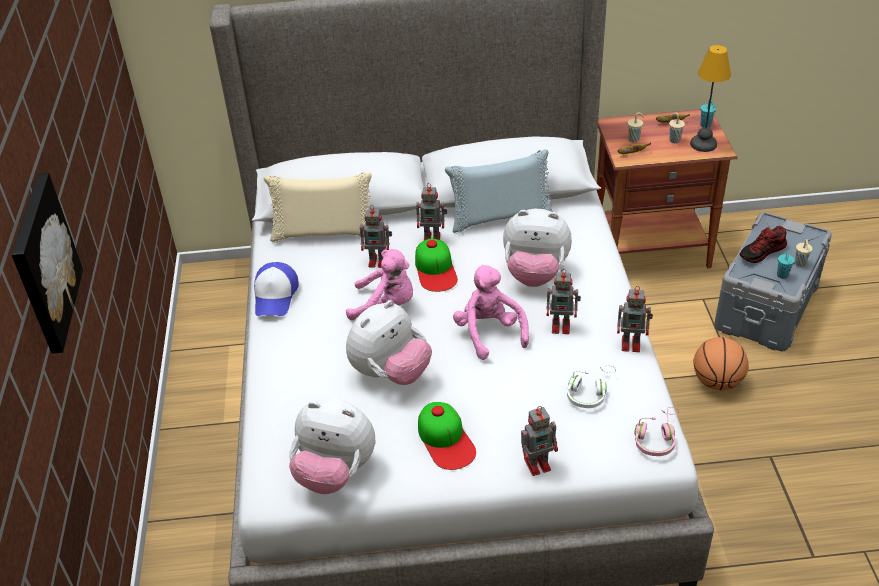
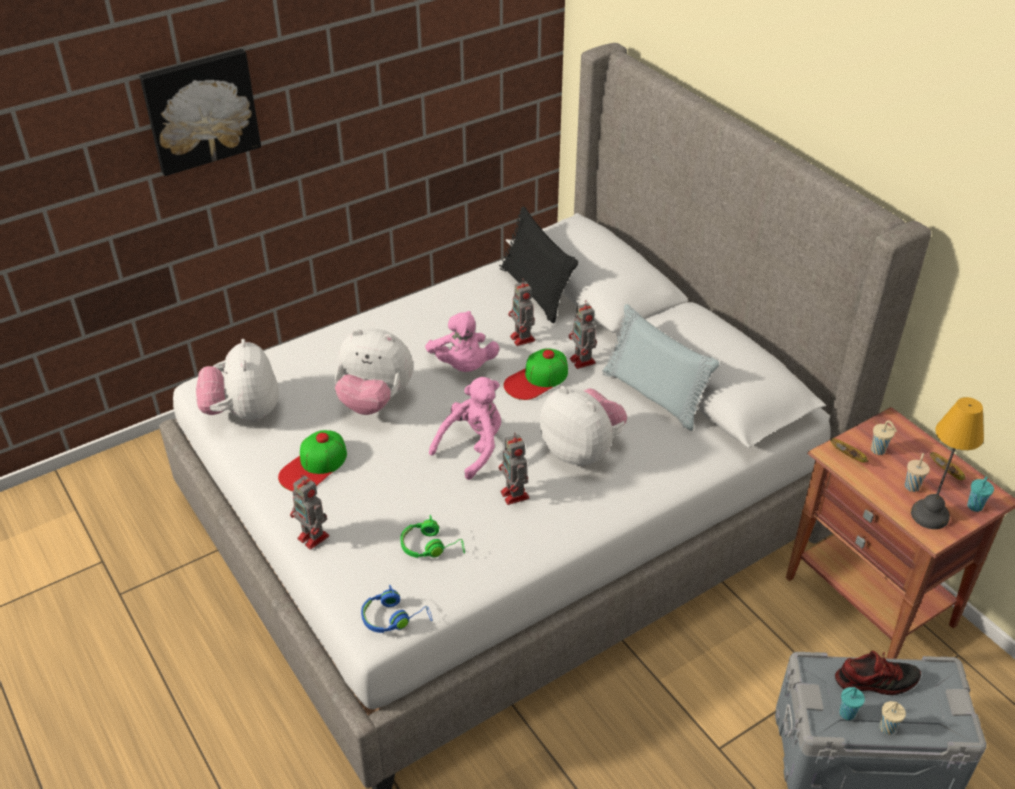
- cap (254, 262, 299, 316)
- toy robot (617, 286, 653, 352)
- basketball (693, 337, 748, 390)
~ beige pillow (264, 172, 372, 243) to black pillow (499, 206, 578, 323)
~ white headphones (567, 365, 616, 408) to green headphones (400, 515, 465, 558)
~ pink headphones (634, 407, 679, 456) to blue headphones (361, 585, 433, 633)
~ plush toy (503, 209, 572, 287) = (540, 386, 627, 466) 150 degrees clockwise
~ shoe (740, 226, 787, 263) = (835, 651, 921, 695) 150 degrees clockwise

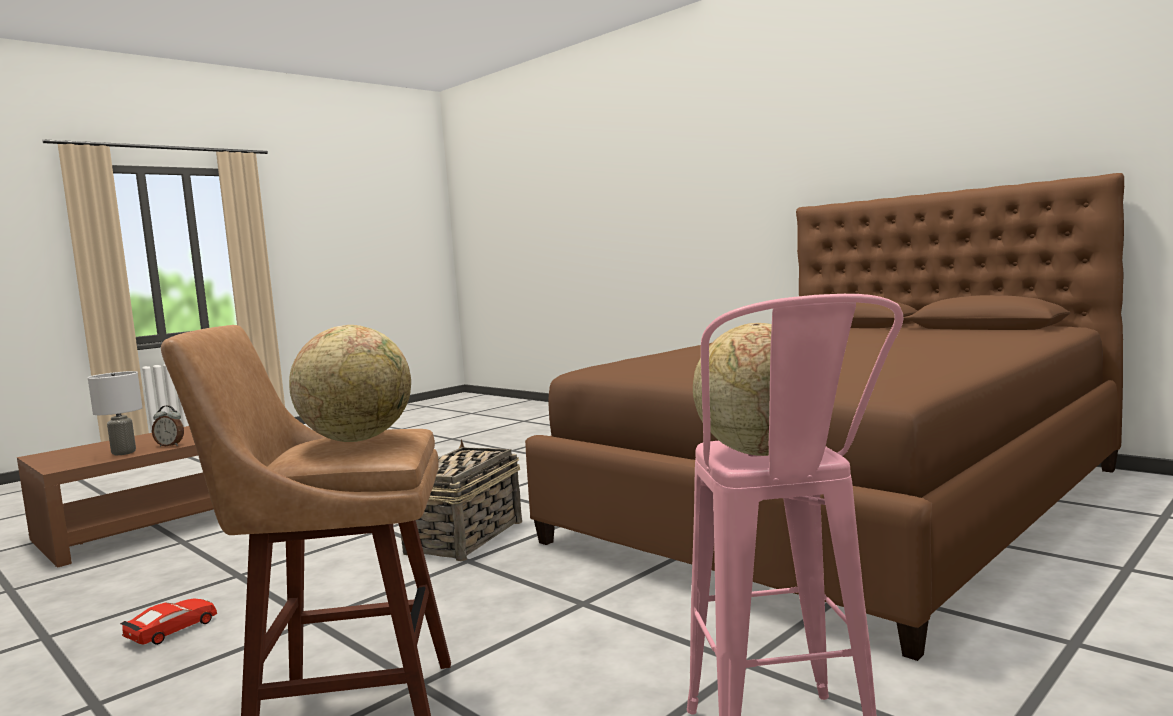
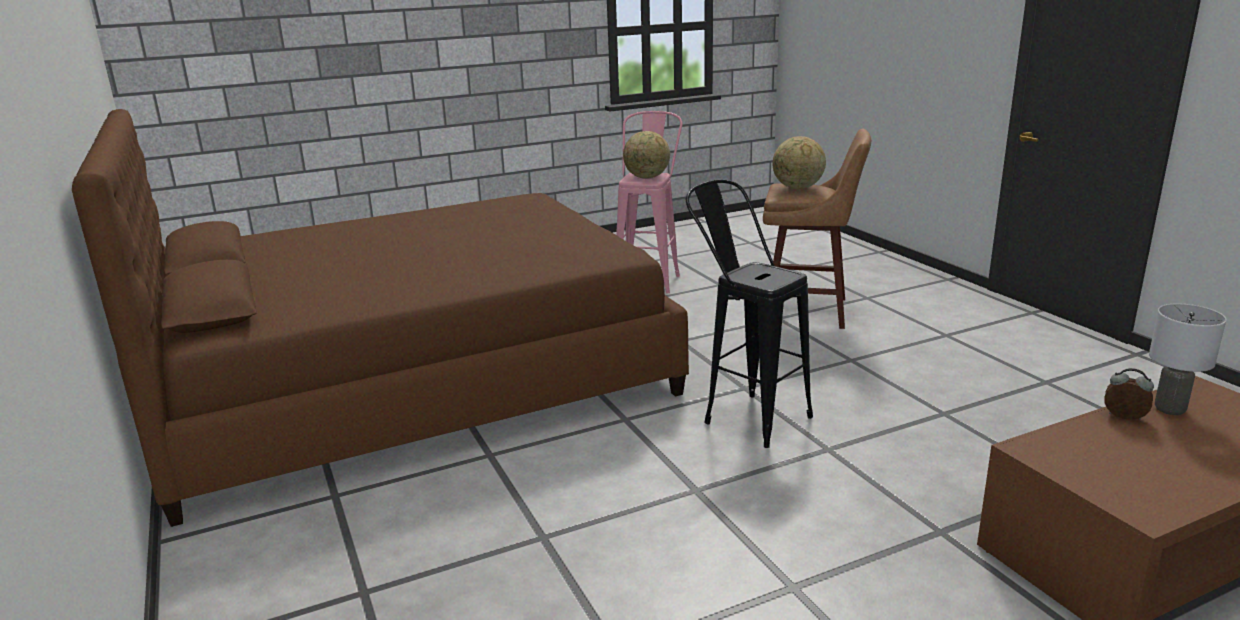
- red toy car (120, 598, 217, 645)
~ basket (401, 439, 522, 561) to black stool (686, 179, 813, 448)

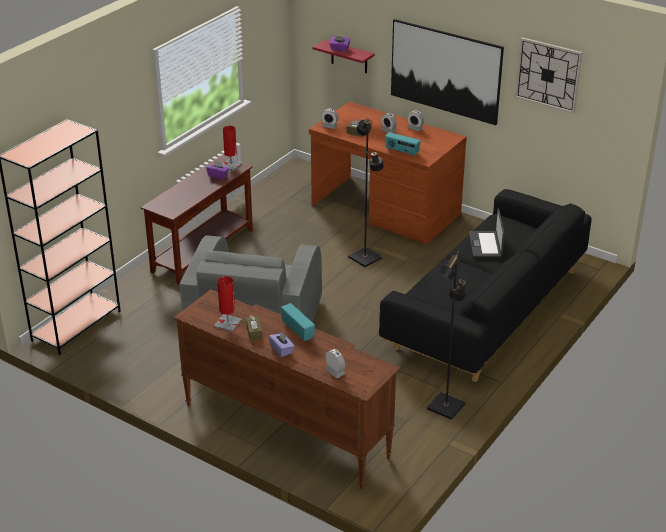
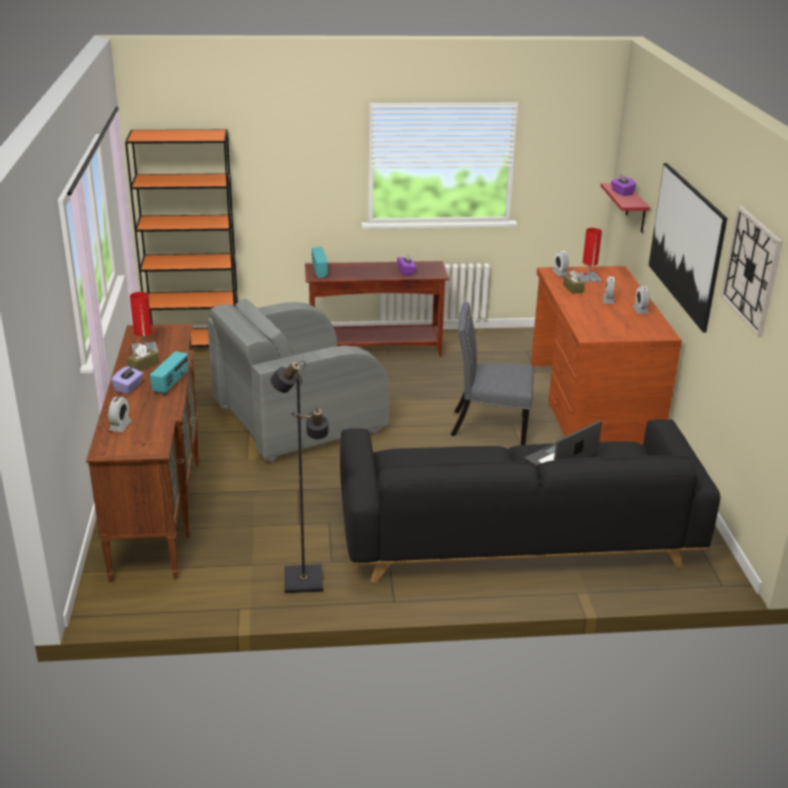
~ red table lamp (221, 126, 242, 171) to (577, 228, 602, 282)
~ radio (385, 132, 421, 156) to (312, 247, 328, 278)
~ black floor lamp (348, 119, 384, 267) to grey chair (451, 302, 533, 445)

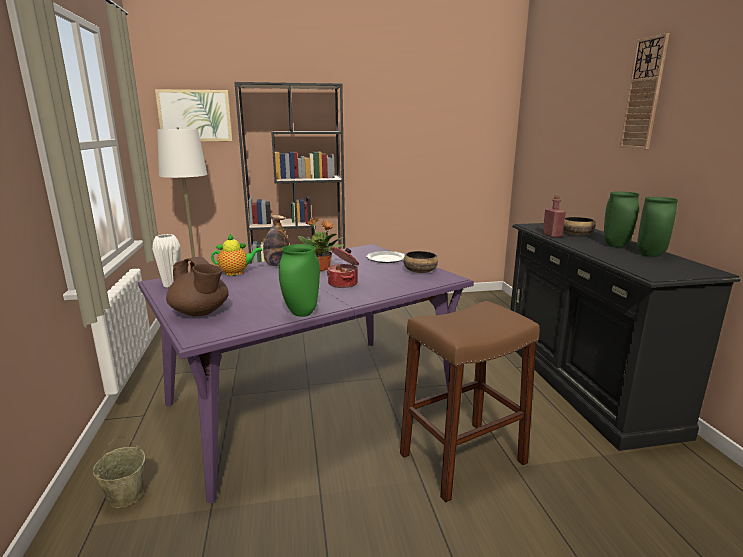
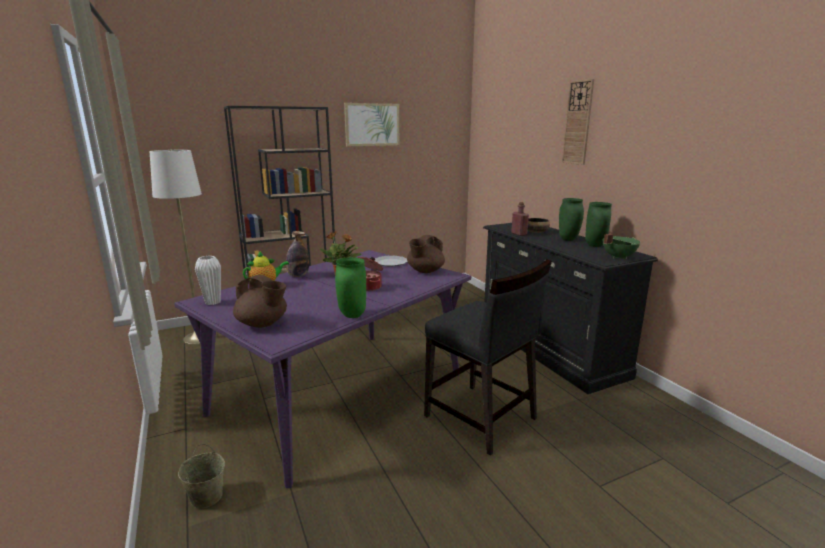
+ green cooking pot (603, 234, 640, 259)
~ picture (155, 89, 233, 141) to (344, 103, 399, 146)
~ brown stool (400, 301, 540, 502) to black chair (424, 260, 552, 456)
~ bowl (403, 251, 438, 273) to brown teapot (407, 235, 445, 273)

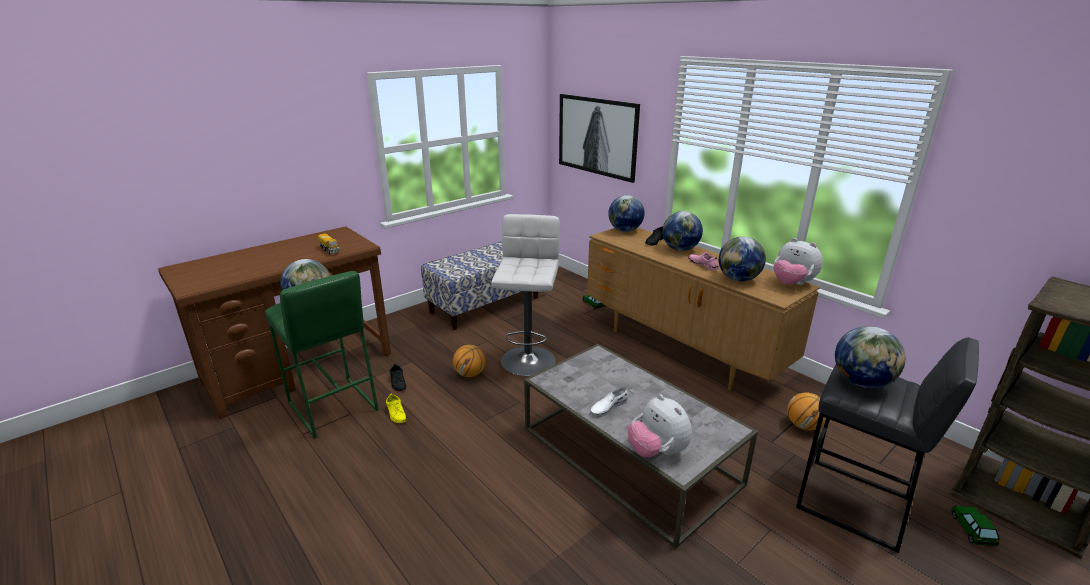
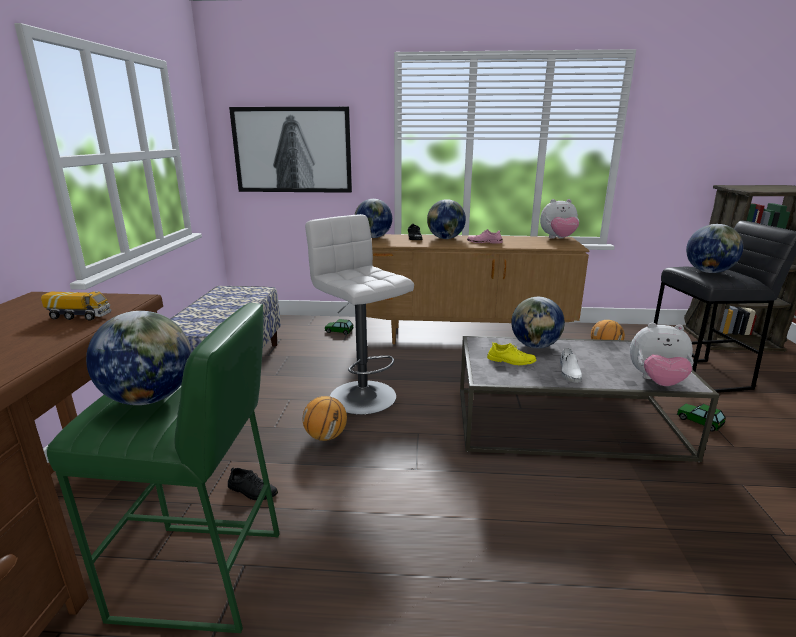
~ yellow shoe (386, 393, 407, 423) to (487, 343, 536, 365)
~ globe (719, 237, 766, 282) to (511, 297, 565, 348)
~ toy car (951, 505, 1000, 546) to (677, 404, 726, 432)

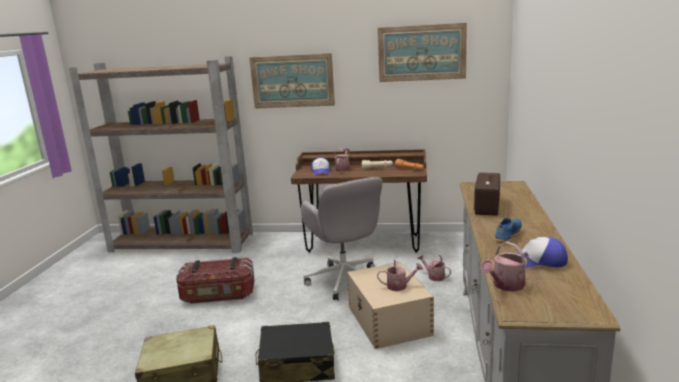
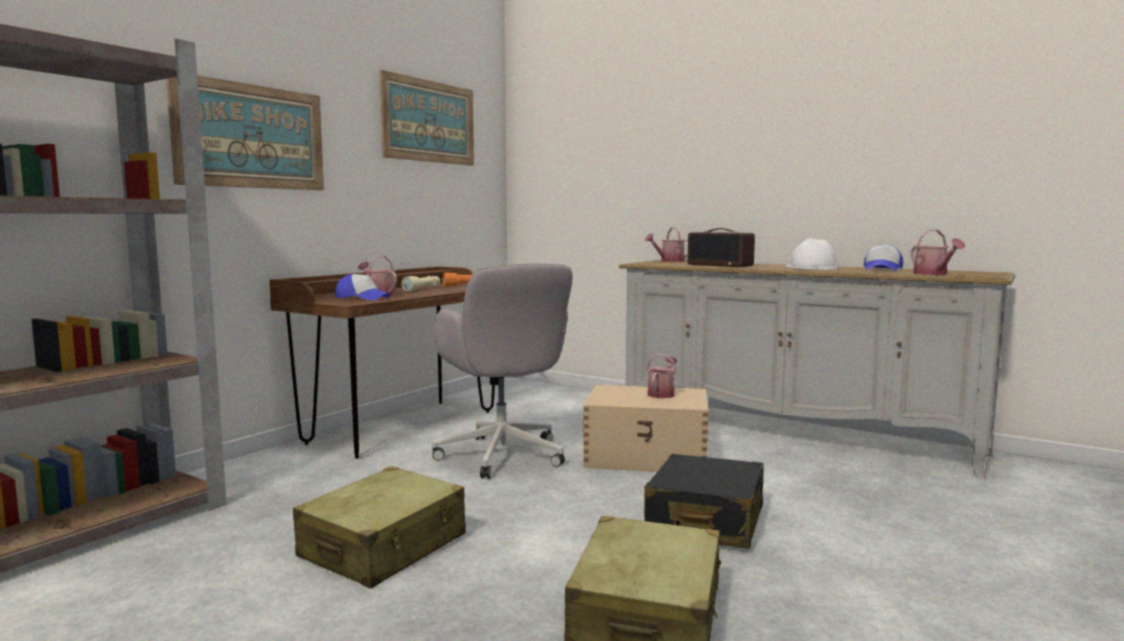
~ watering can (417, 254, 451, 281) to (645, 227, 688, 262)
~ storage box (176, 257, 255, 304) to beige suitcase (293, 466, 466, 588)
~ blue shoe (495, 218, 522, 243) to white hard hat (785, 238, 838, 270)
~ grey office chair (301, 177, 382, 300) = (432, 264, 573, 479) 60 degrees clockwise

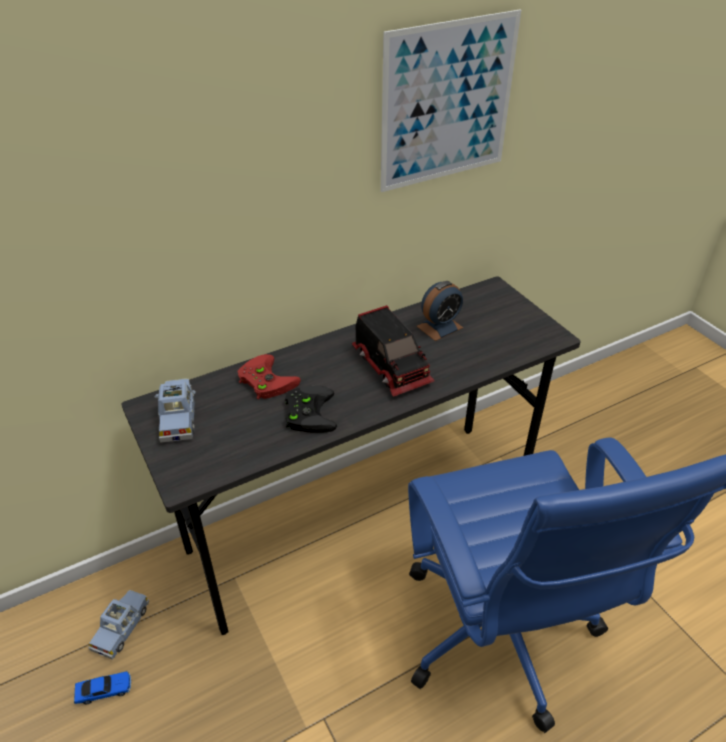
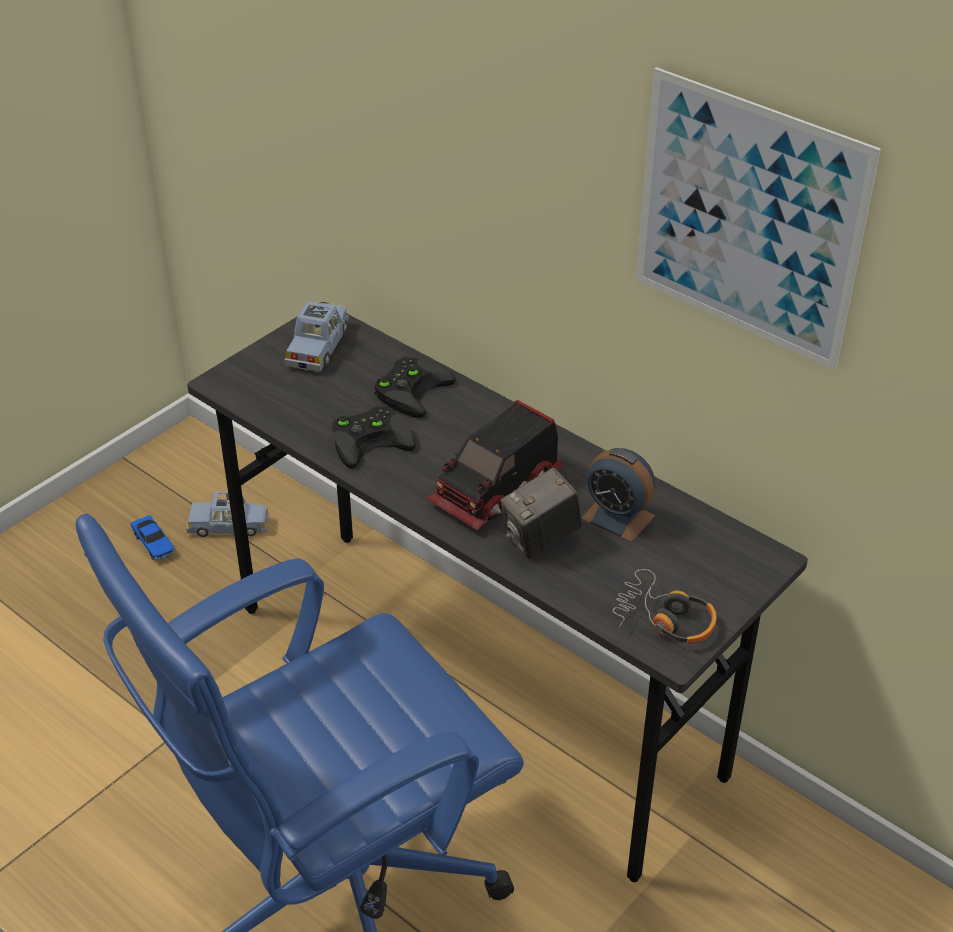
+ photo camera (500, 467, 582, 559)
+ headphones (613, 569, 717, 644)
~ red game controller (238, 354, 301, 400) to black game controller (374, 357, 456, 418)
~ blue toy car (154, 379, 196, 443) = (284, 301, 348, 372) 45 degrees counterclockwise

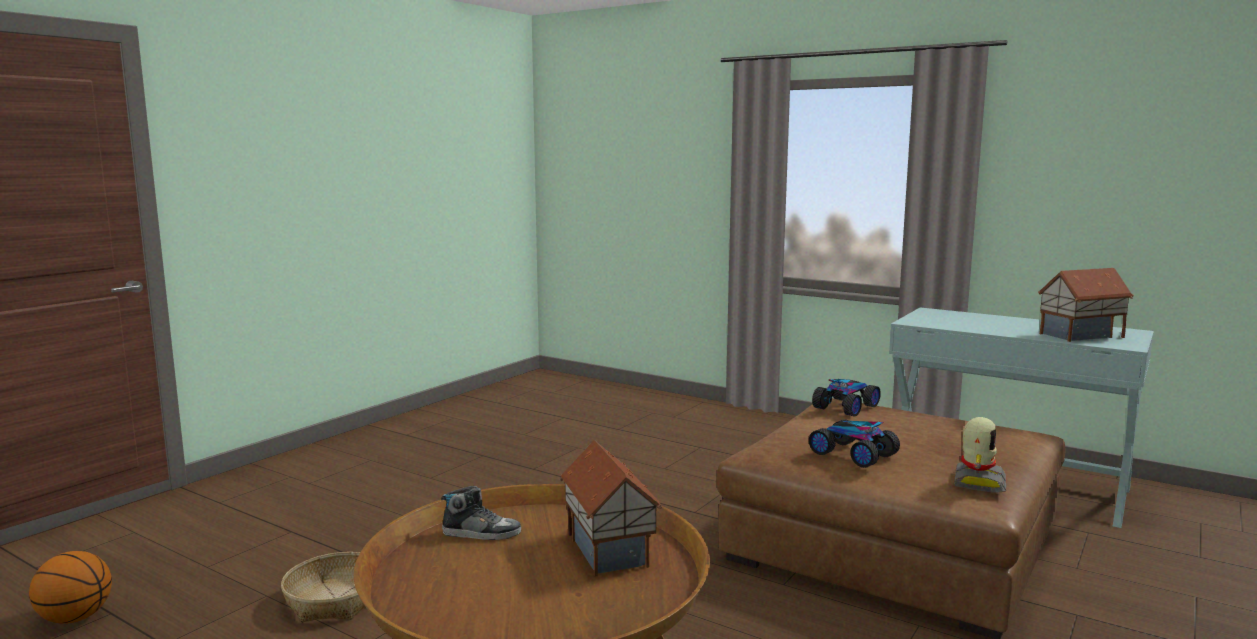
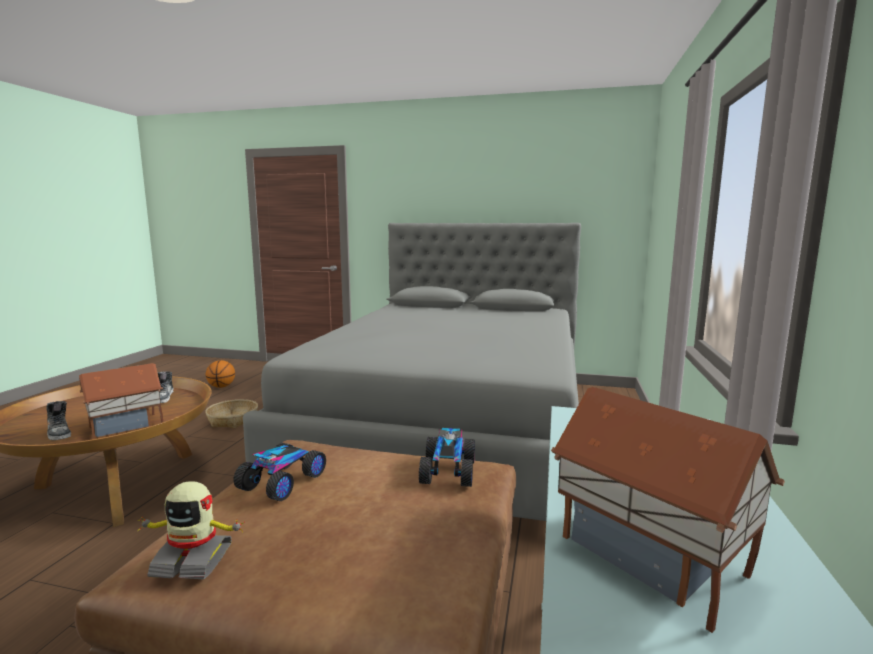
+ shoe (46, 401, 71, 440)
+ grey bed (243, 223, 581, 521)
~ toy car (812, 379, 881, 417) = (419, 428, 475, 487) 75 degrees clockwise

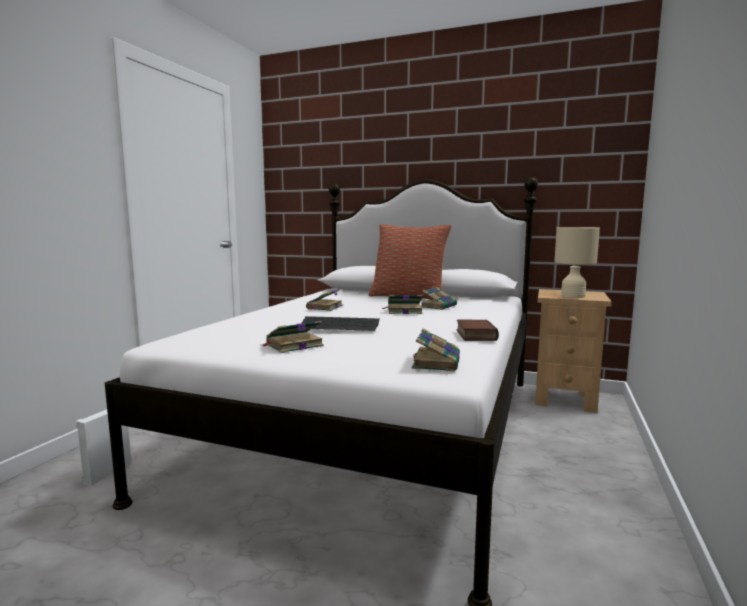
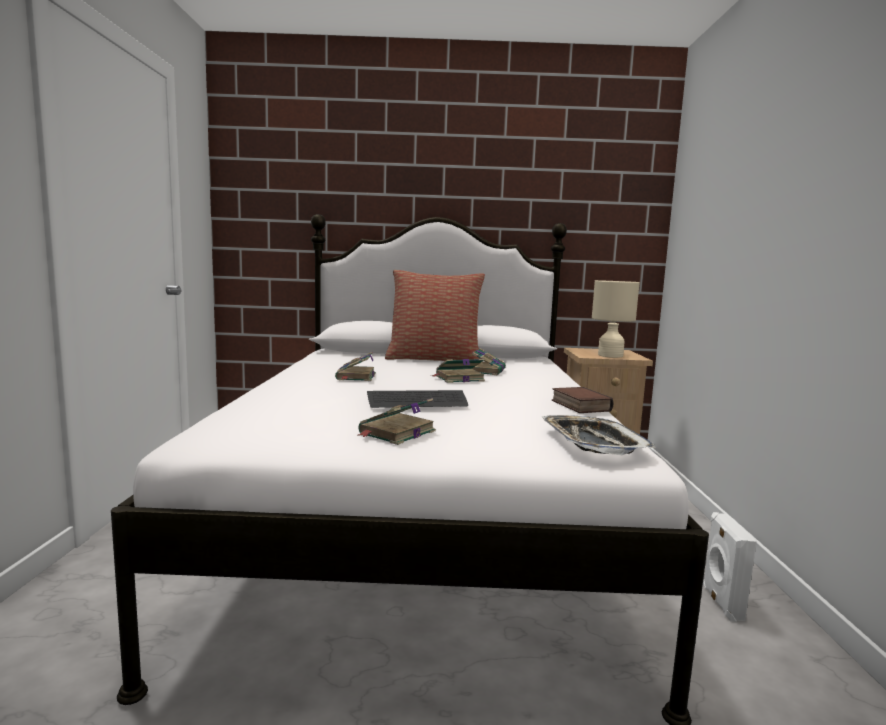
~ white speaker (76, 409, 132, 486) to (703, 512, 757, 622)
~ book (412, 329, 460, 372) to tray (542, 415, 656, 455)

